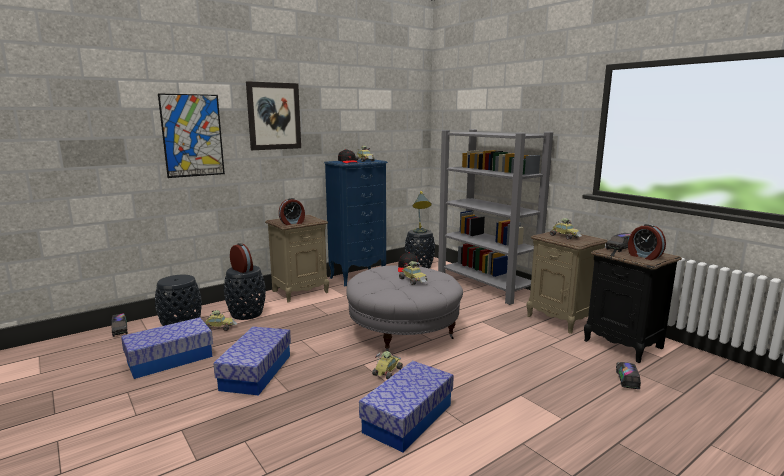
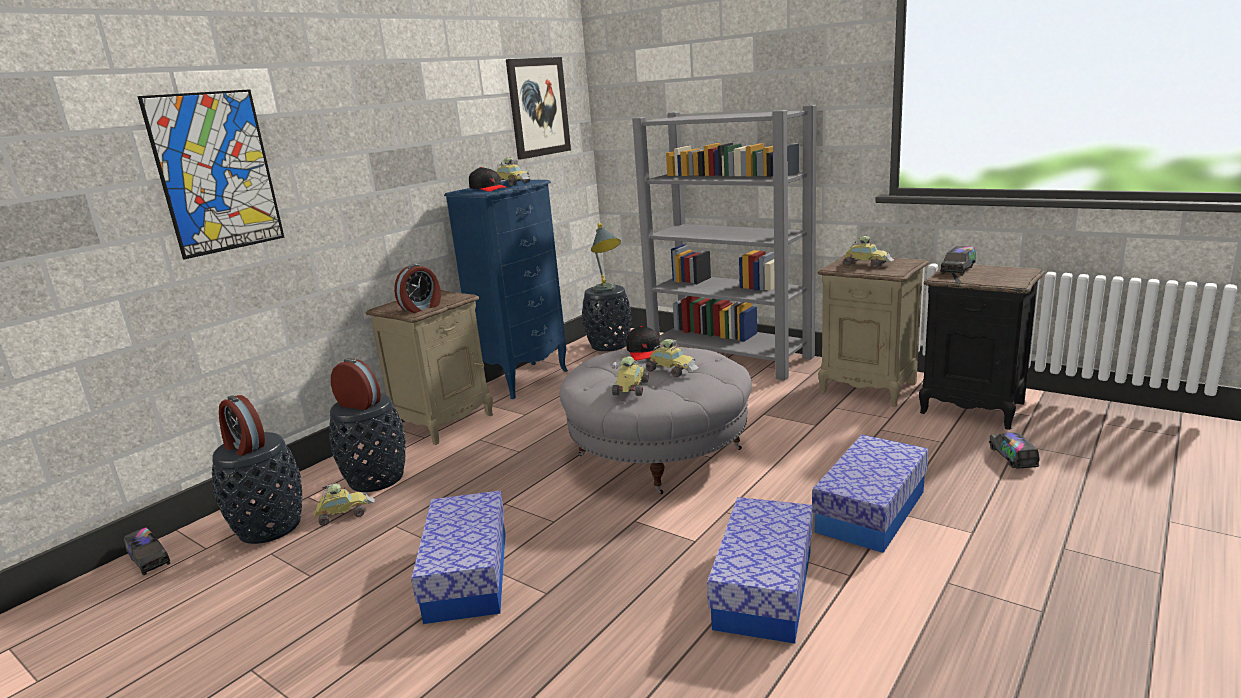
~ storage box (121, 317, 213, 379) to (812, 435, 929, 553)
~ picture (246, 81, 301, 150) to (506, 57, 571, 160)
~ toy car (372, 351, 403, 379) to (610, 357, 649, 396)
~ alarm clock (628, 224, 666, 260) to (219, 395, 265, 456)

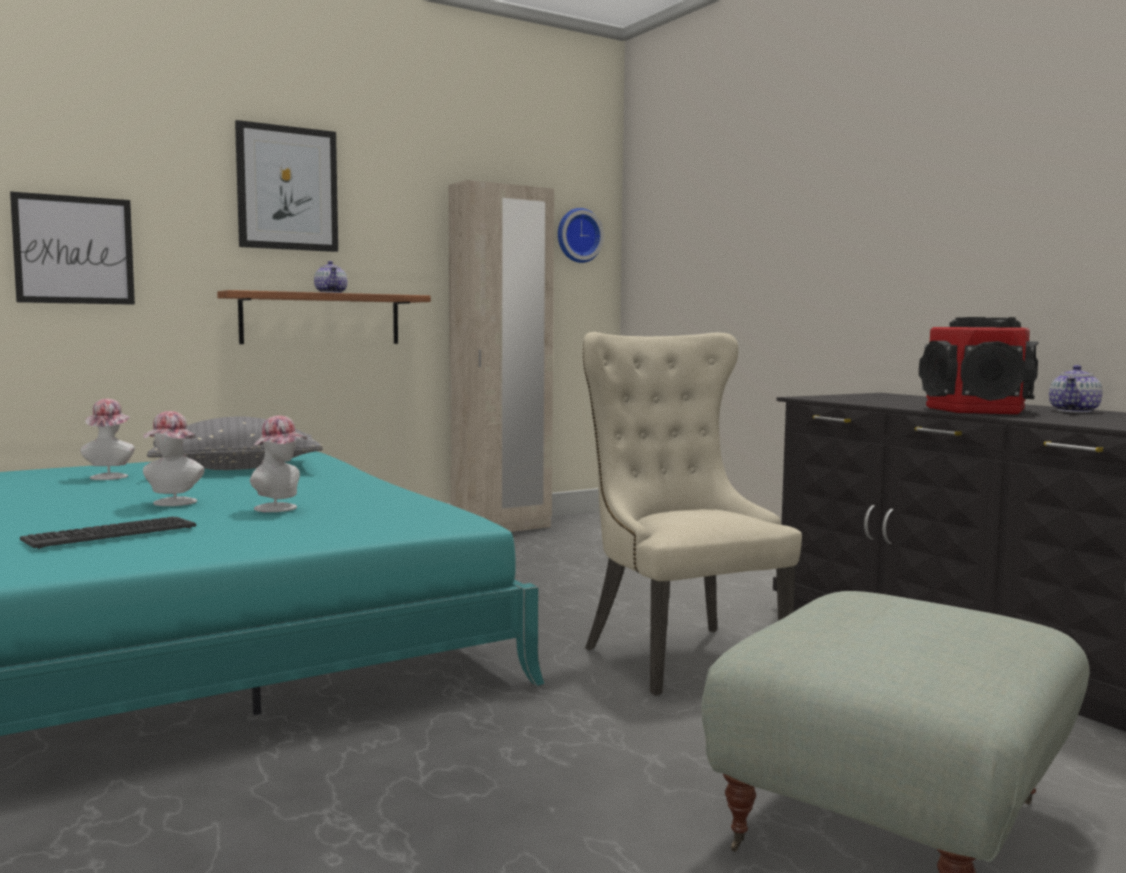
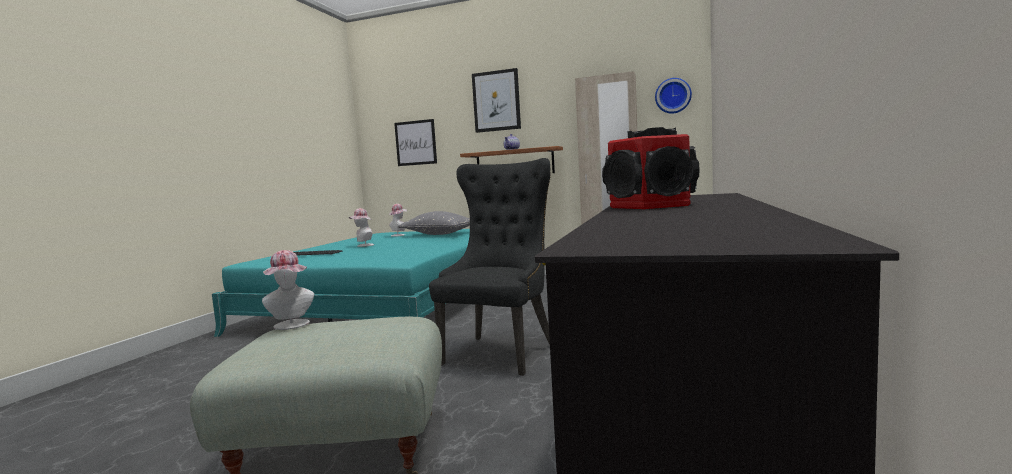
- teapot (1049, 365, 1103, 413)
~ hat (250, 416, 307, 512) to (262, 250, 314, 330)
~ beige chair (583, 332, 802, 696) to black chair (429, 158, 551, 376)

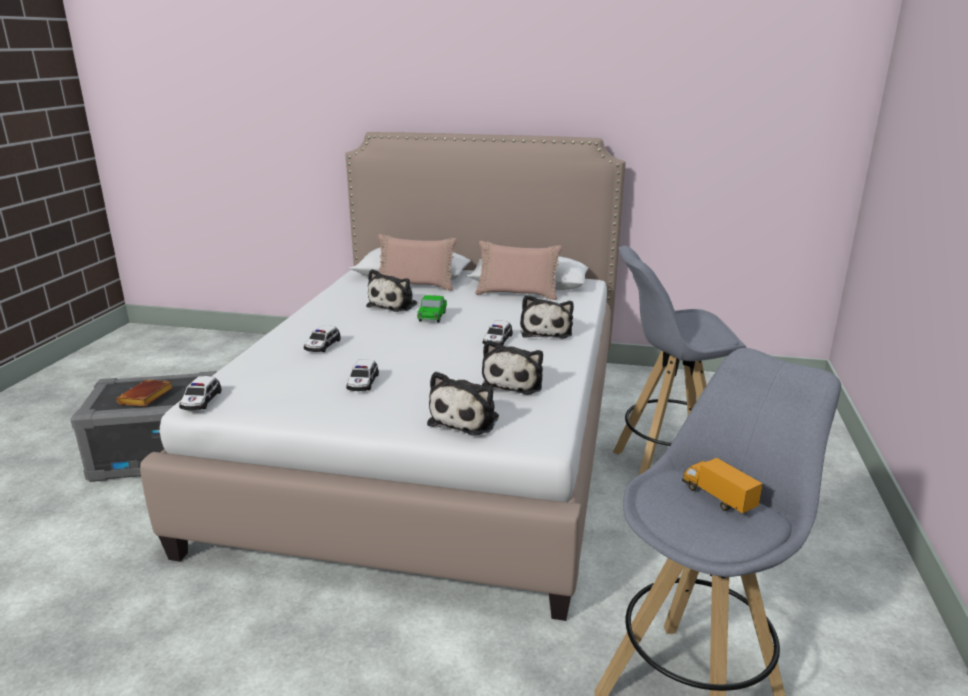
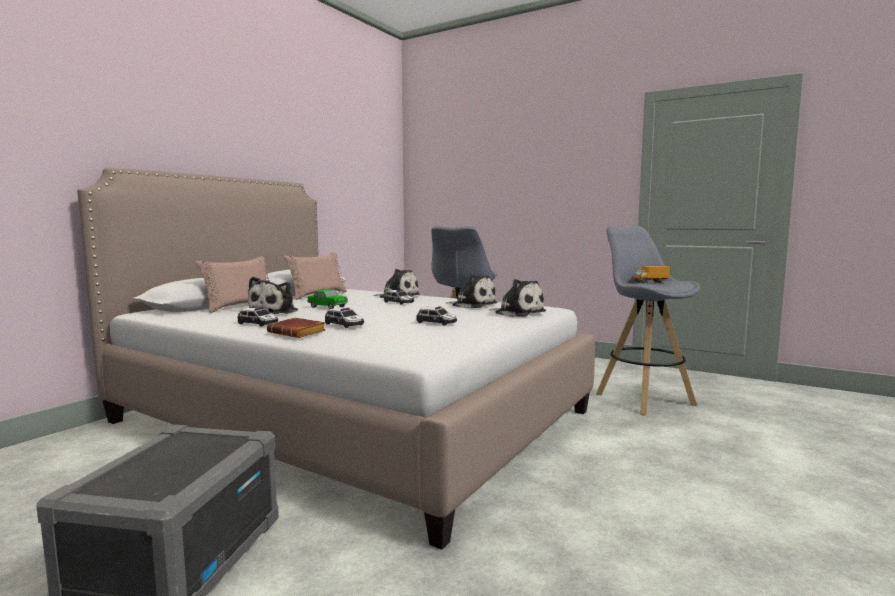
~ brown book (116, 379, 173, 407) to (267, 318, 326, 338)
~ toy car (179, 376, 221, 410) to (238, 307, 278, 327)
~ plush toy (366, 269, 417, 312) = (248, 277, 298, 314) 60 degrees clockwise

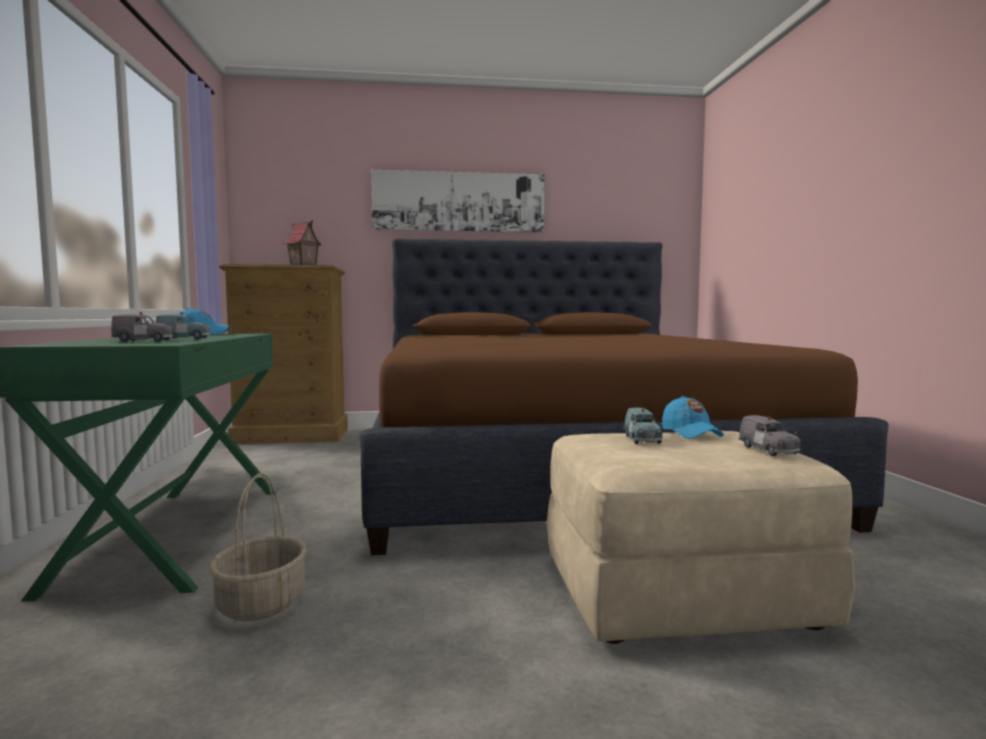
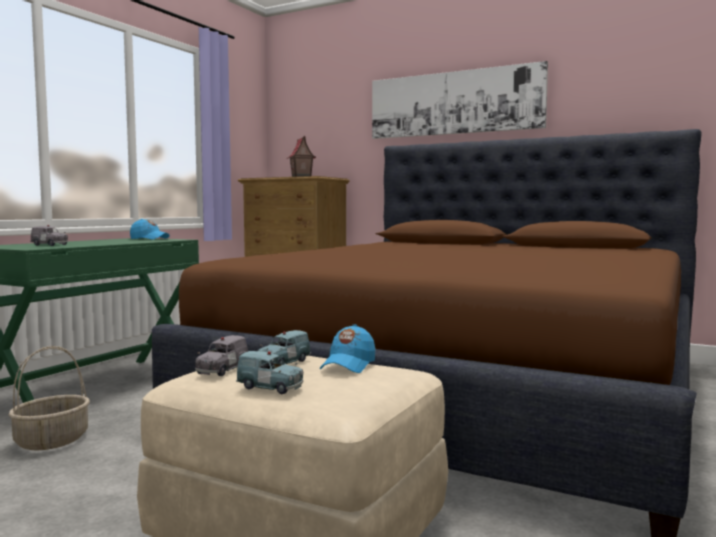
~ blue toy car (156, 312, 210, 339) to (236, 351, 303, 394)
~ grey toy car (738, 415, 801, 456) to (195, 335, 248, 376)

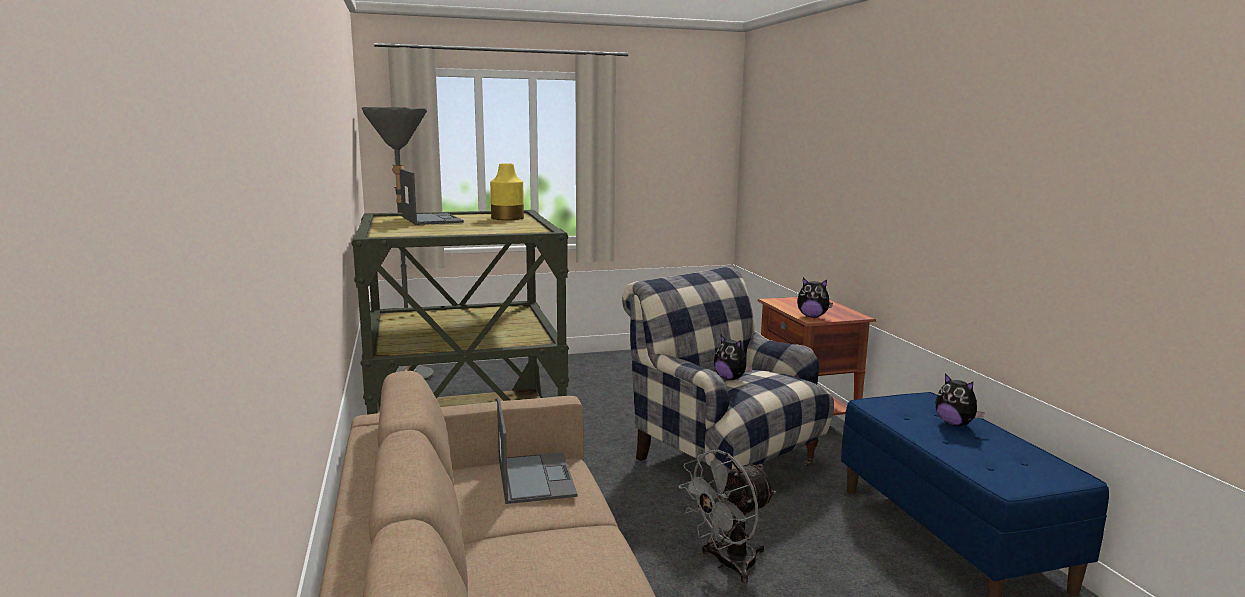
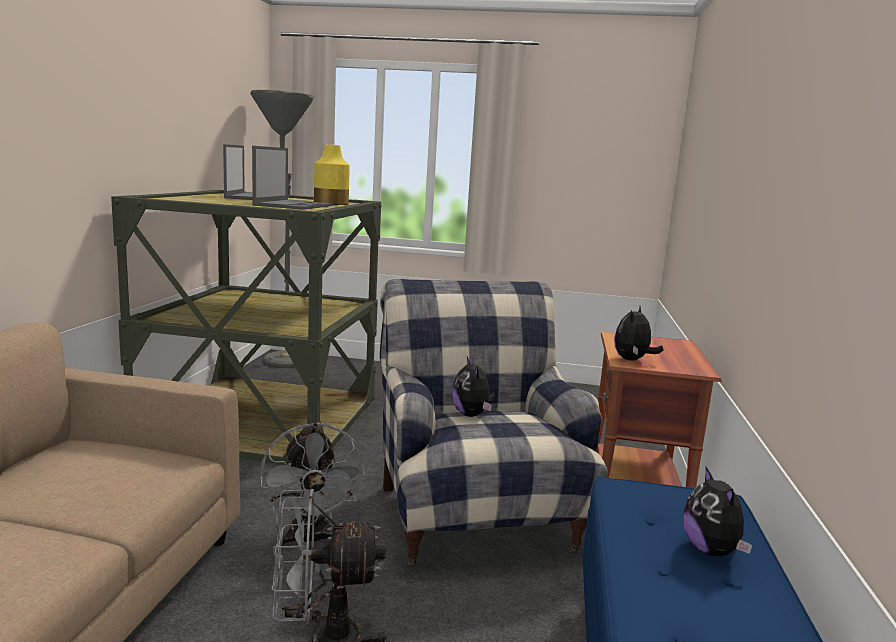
+ grey fan (260, 422, 365, 548)
~ laptop (497, 397, 577, 504) to (252, 146, 333, 210)
~ plush toy (797, 278, 833, 318) = (614, 306, 663, 360) 75 degrees clockwise

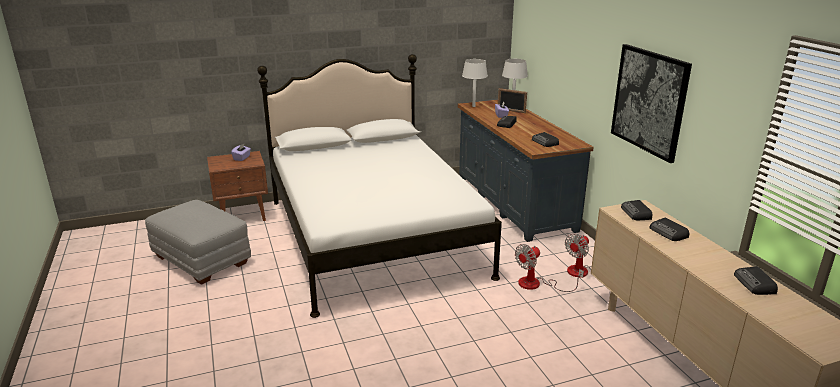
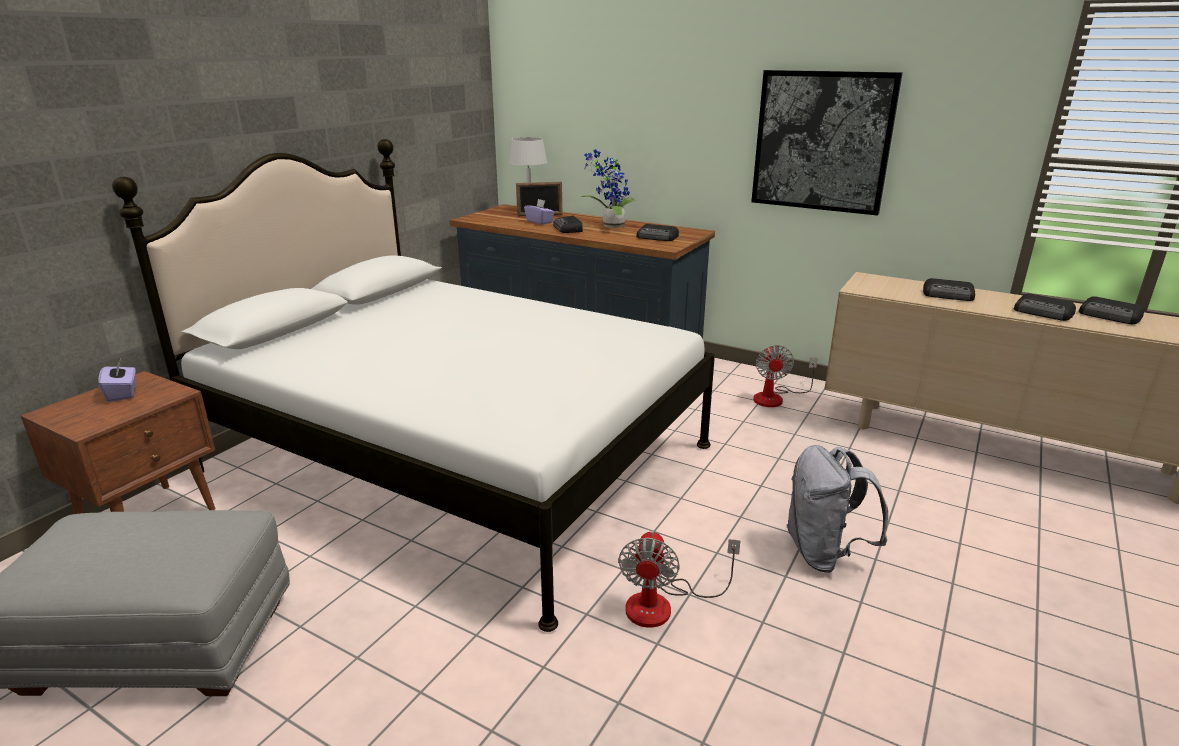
- grey table lamp (462, 59, 488, 107)
+ potted plant (581, 149, 636, 228)
+ grey backpack (786, 445, 888, 573)
~ fan (515, 244, 584, 292) to (618, 531, 741, 628)
~ radio (621, 200, 652, 220) to (1014, 293, 1076, 321)

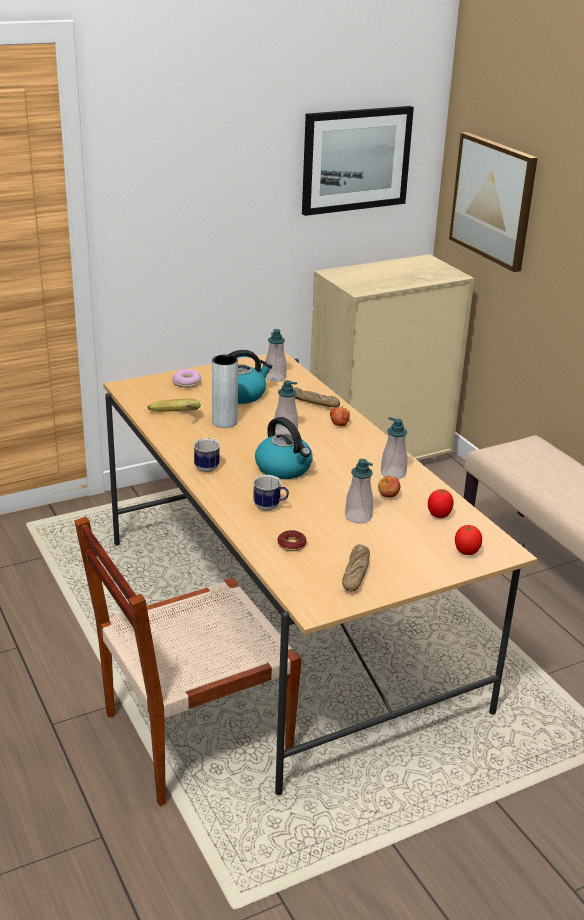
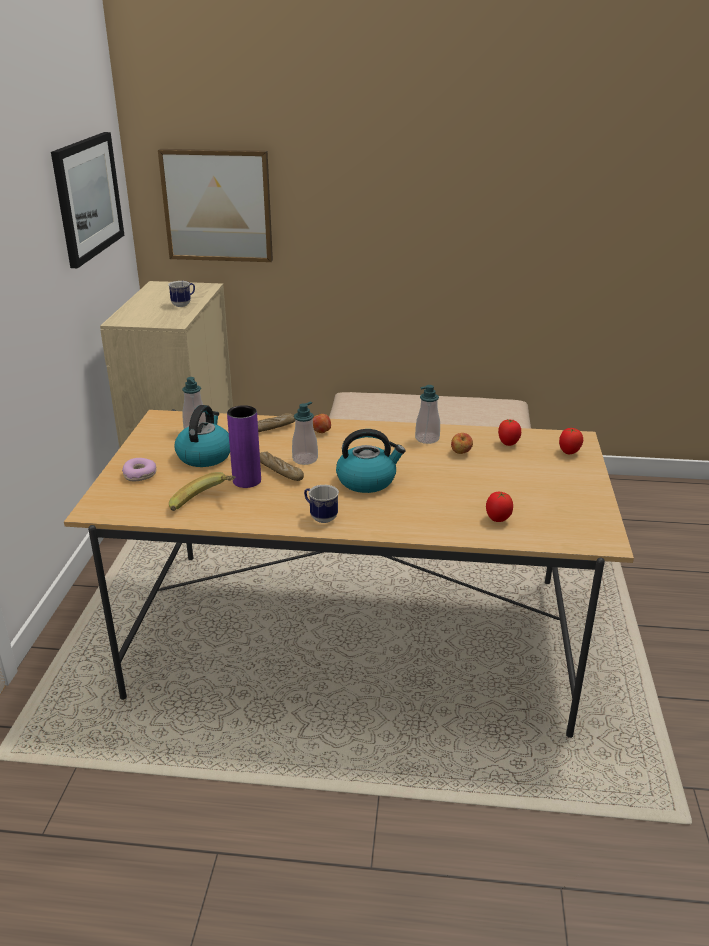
- chair (74, 516, 301, 806)
- soap dispenser (345, 459, 373, 523)
~ mug (253, 475, 289, 511) to (168, 281, 195, 307)
~ bread (342, 544, 370, 592) to (260, 452, 304, 481)
~ donut (277, 530, 307, 551) to tomato (486, 492, 513, 522)
~ grey vase (212, 355, 238, 428) to purple vase (227, 405, 261, 488)

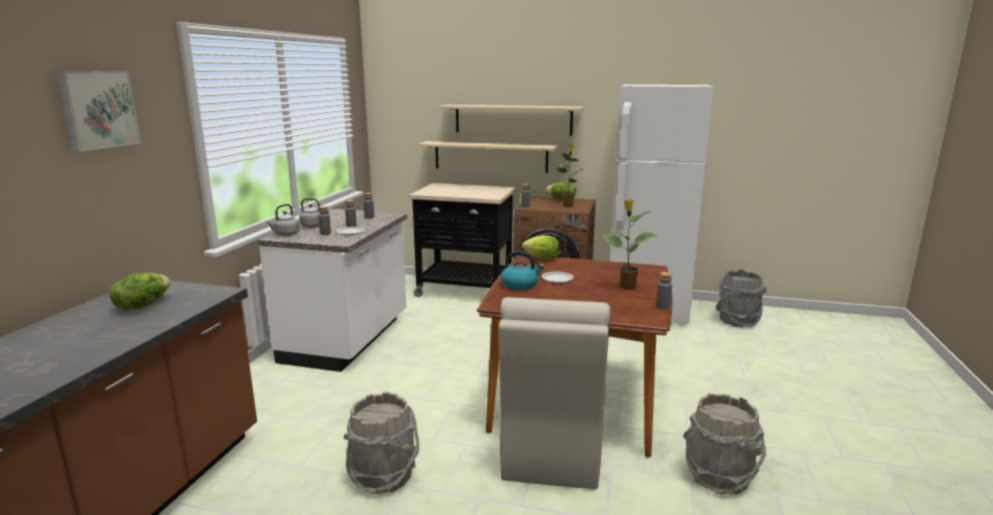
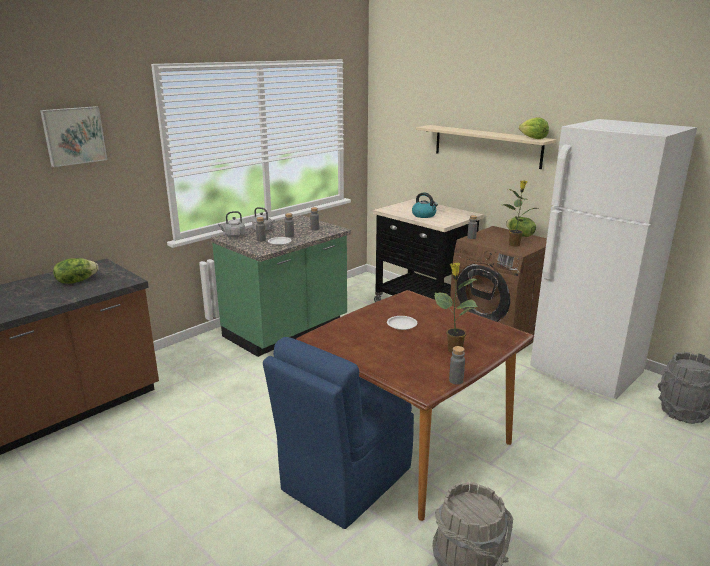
- grey bucket (344, 392, 420, 494)
- beige shelf (418, 141, 559, 173)
~ kettle (501, 251, 544, 290) to (412, 192, 438, 218)
~ lettuce (522, 235, 560, 260) to (519, 117, 549, 139)
~ white counter (258, 209, 407, 372) to green counter (211, 215, 351, 357)
~ beige chair (499, 297, 610, 489) to blue chair (263, 337, 414, 529)

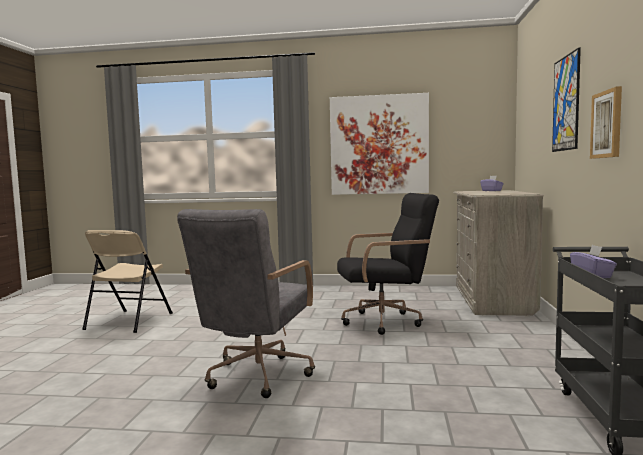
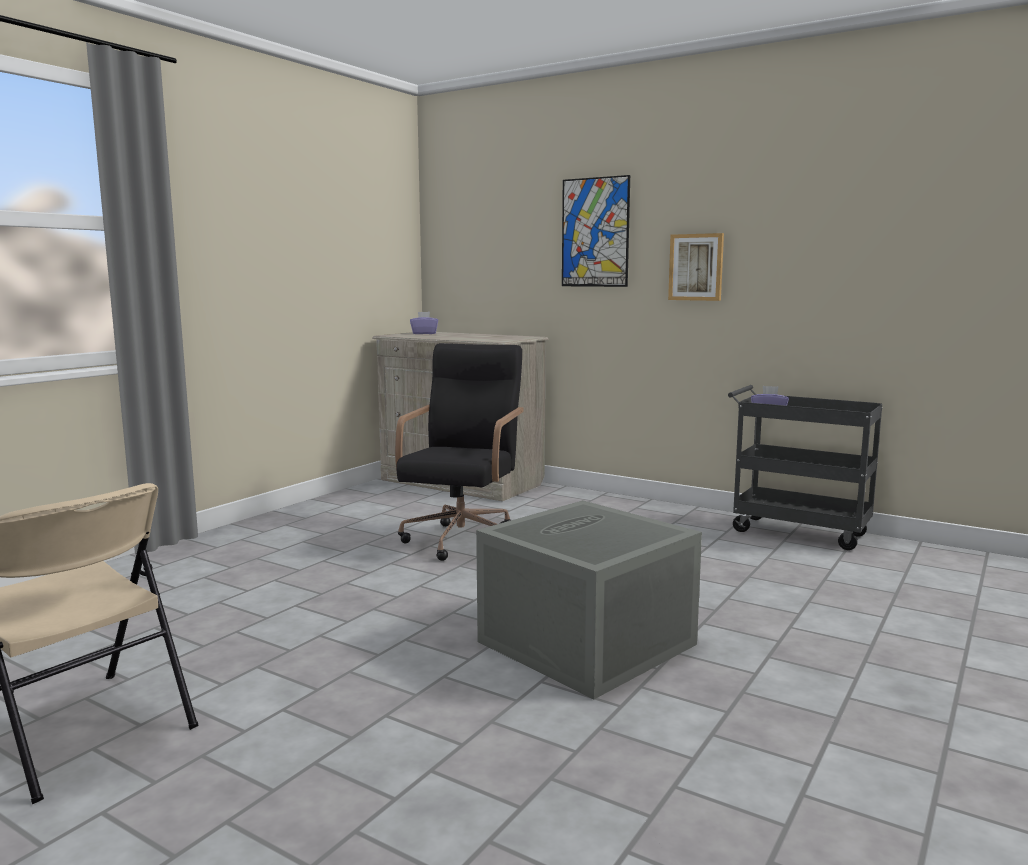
- picture (330, 93, 429, 195)
~ grey office chair (177, 209, 315, 398) to grey storage box (476, 500, 702, 699)

